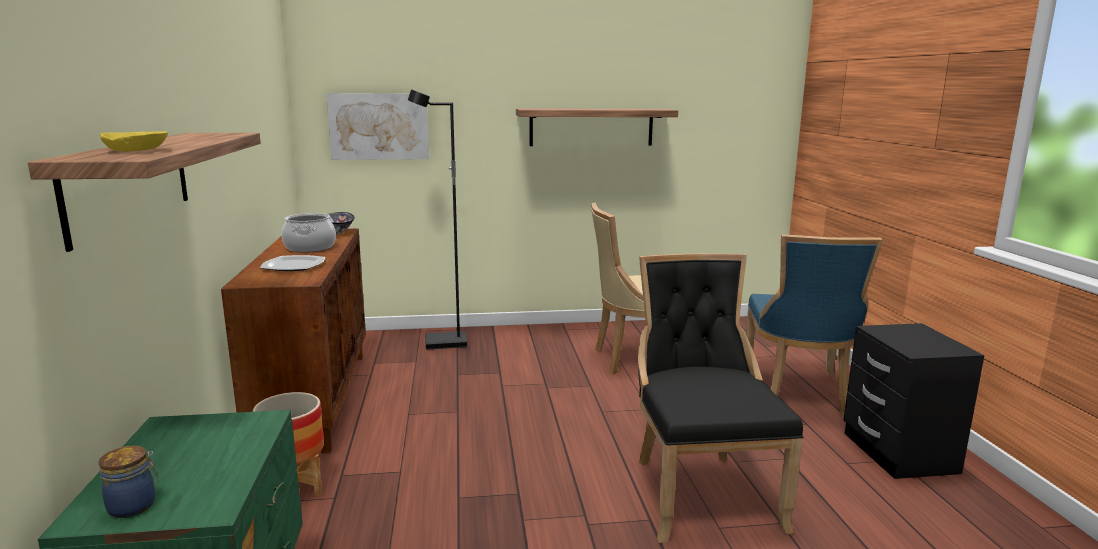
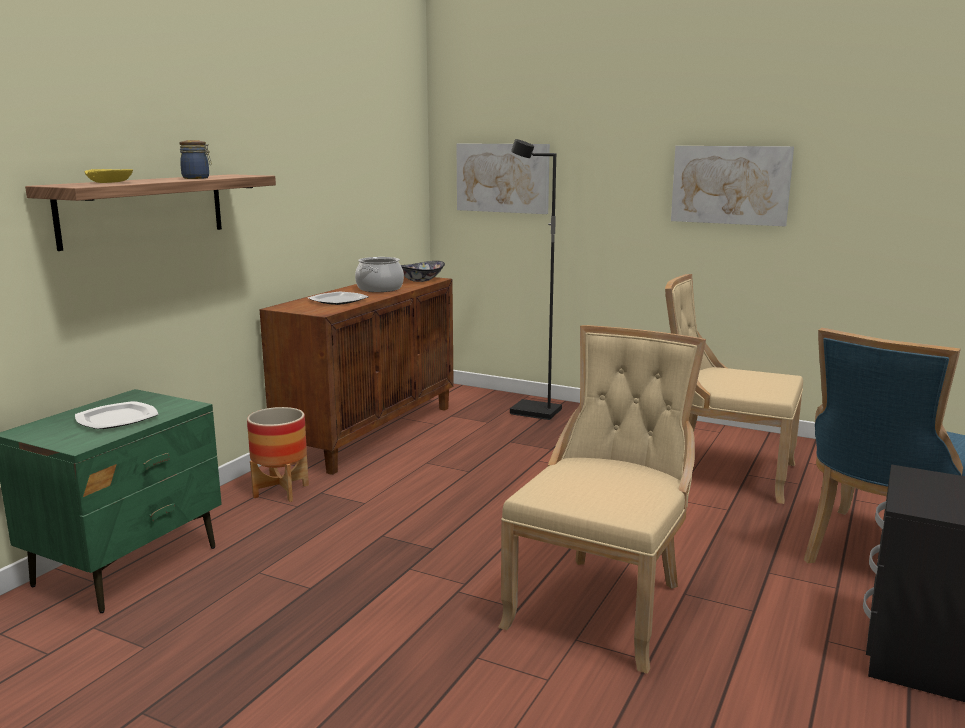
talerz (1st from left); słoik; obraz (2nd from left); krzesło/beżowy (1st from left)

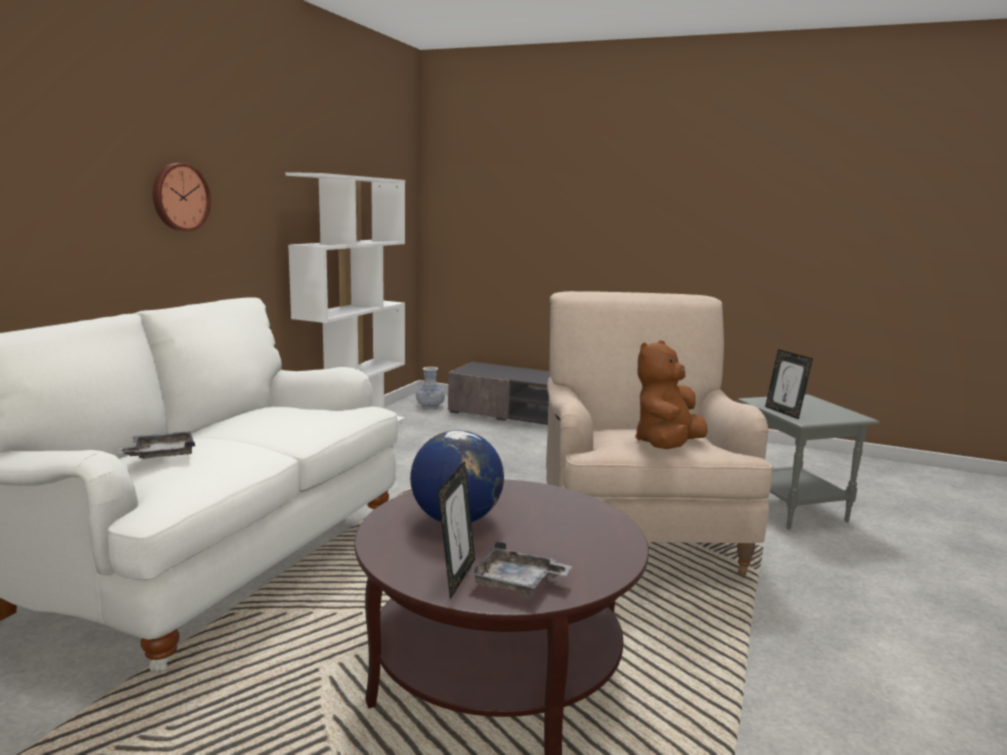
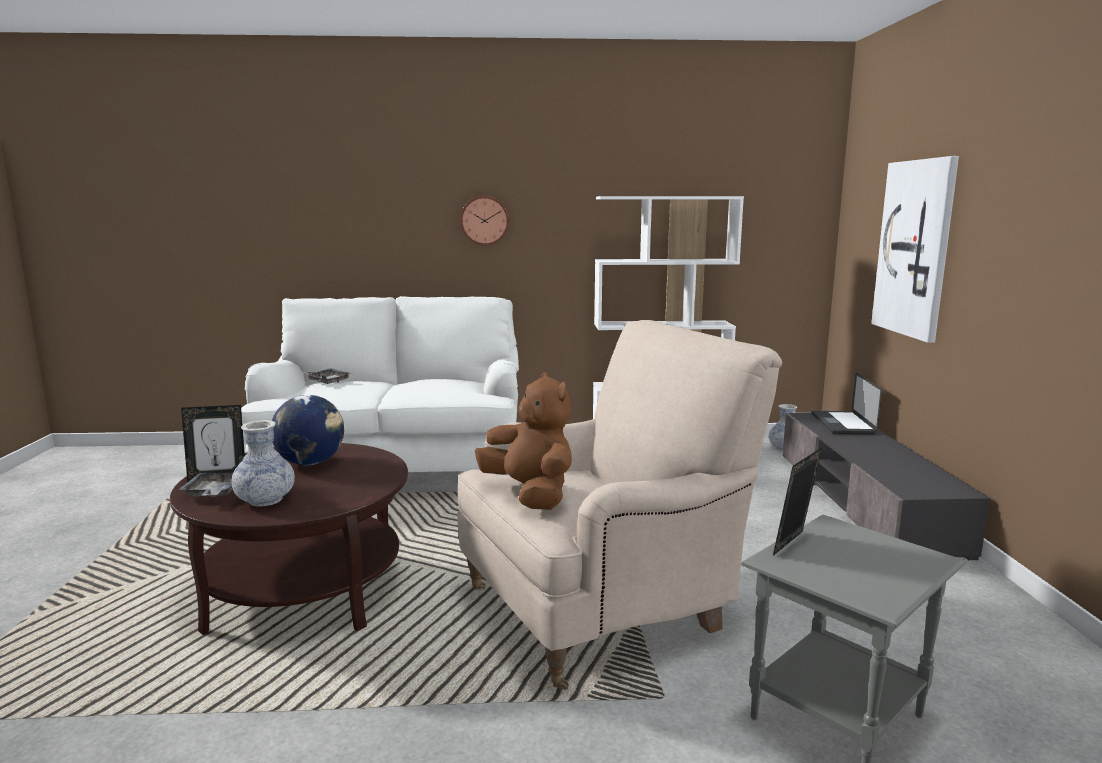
wazon (1st from left); laptop; obraz; pluszak/brązowy

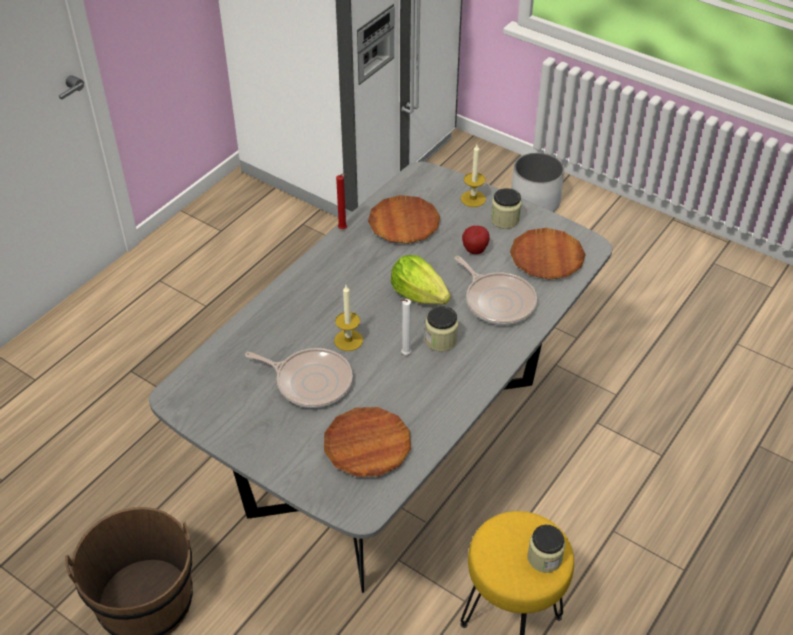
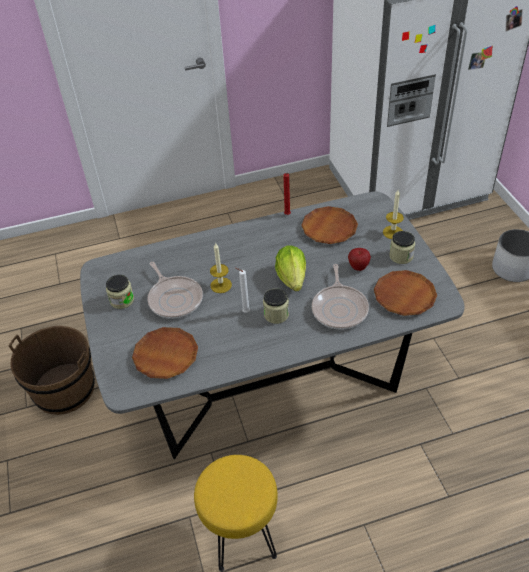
słoik (1st from left)

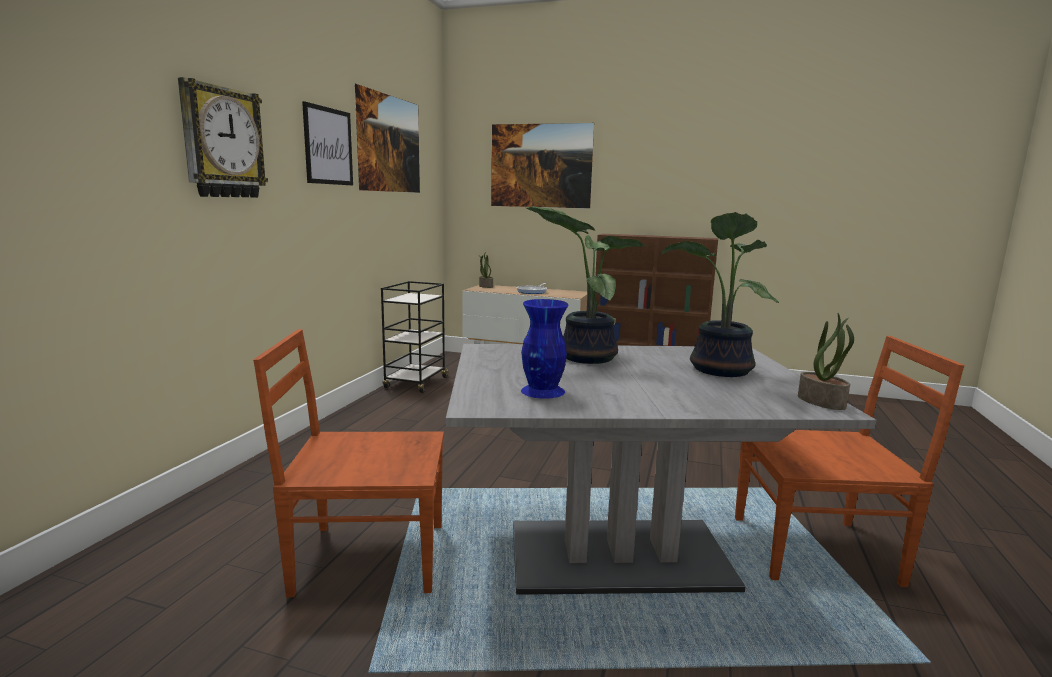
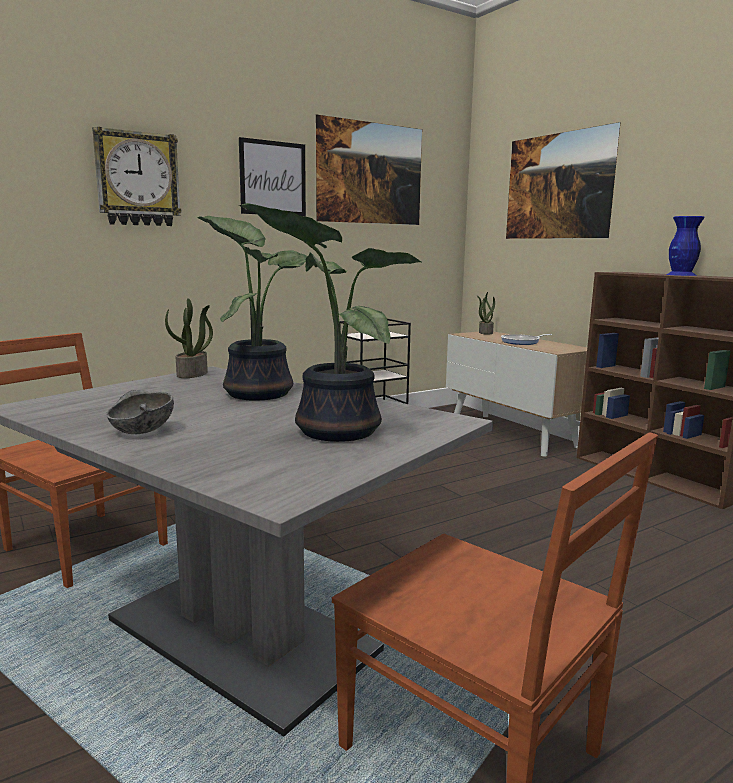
miska/szary; wazon/niebieski; roślina doniczkowa (1st from left)

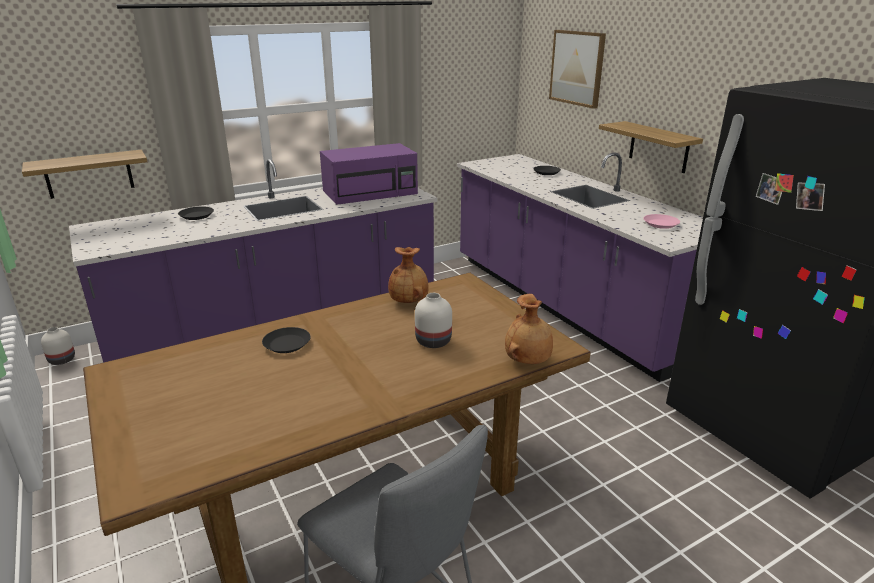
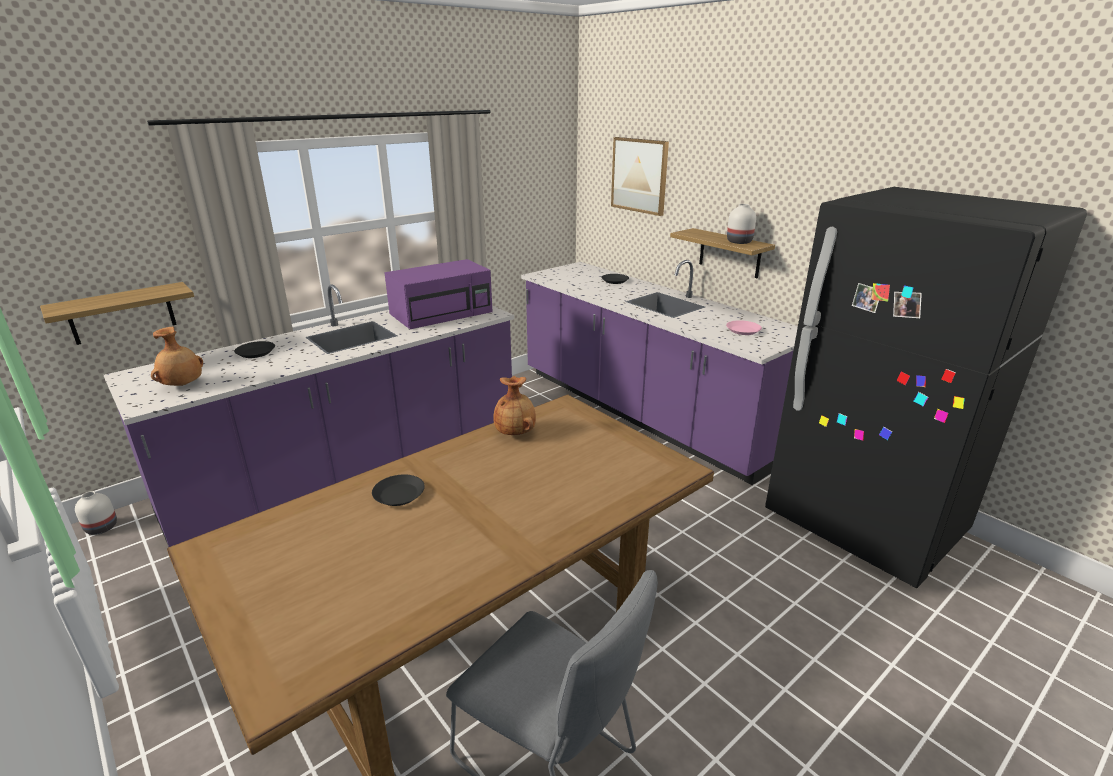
wazon/biały (2nd from left); wazon/brązowy (1st from left)

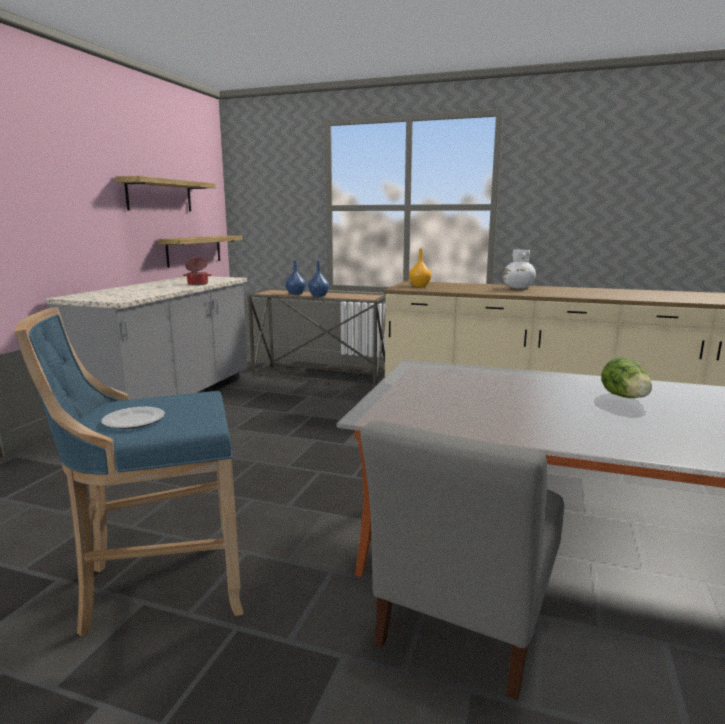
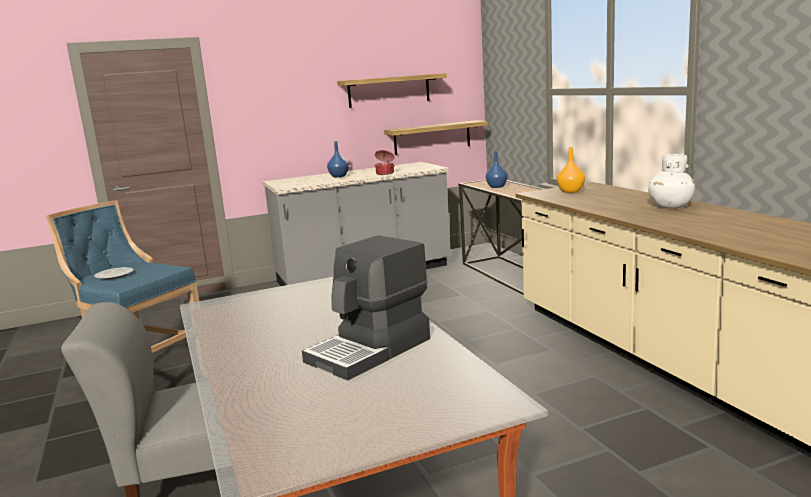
wazon/niebieski (1st from left); ekspres do kawy

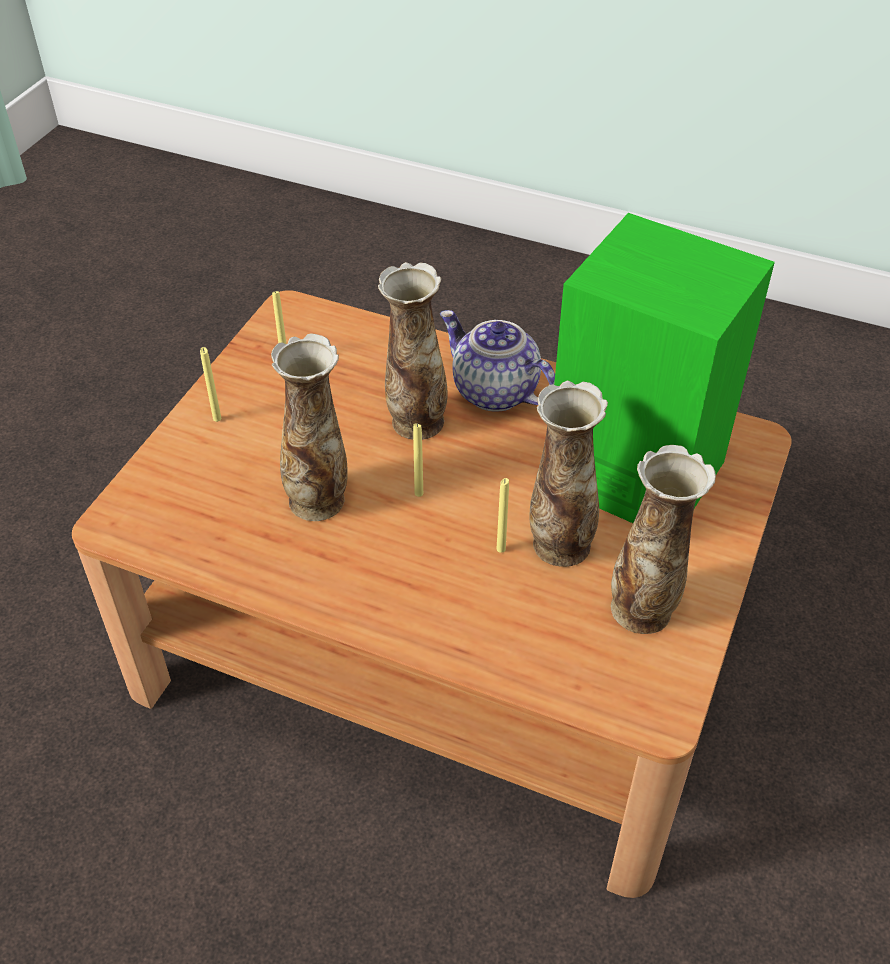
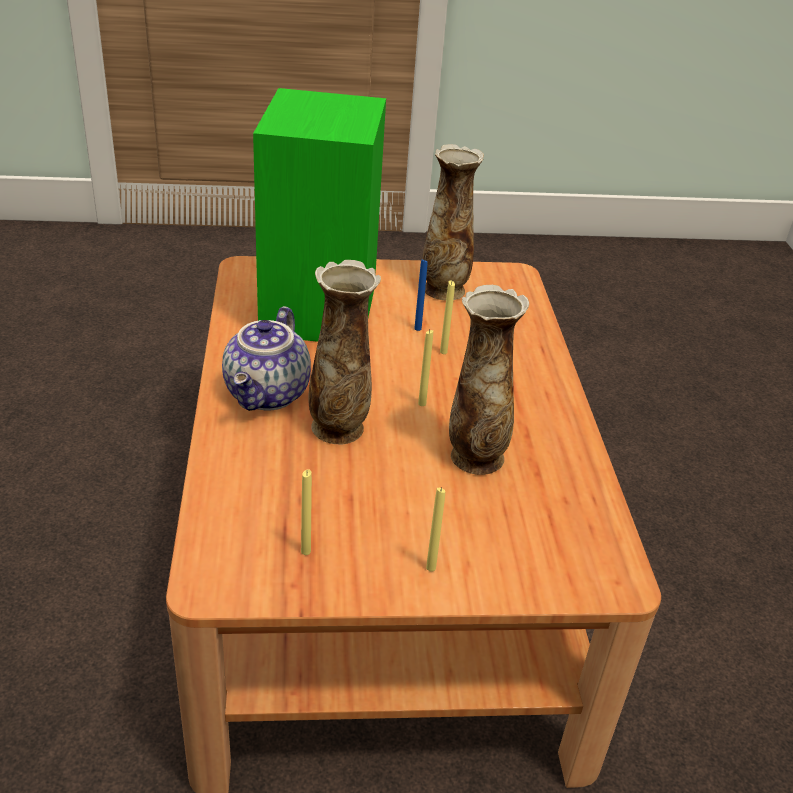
świeca/niebieski

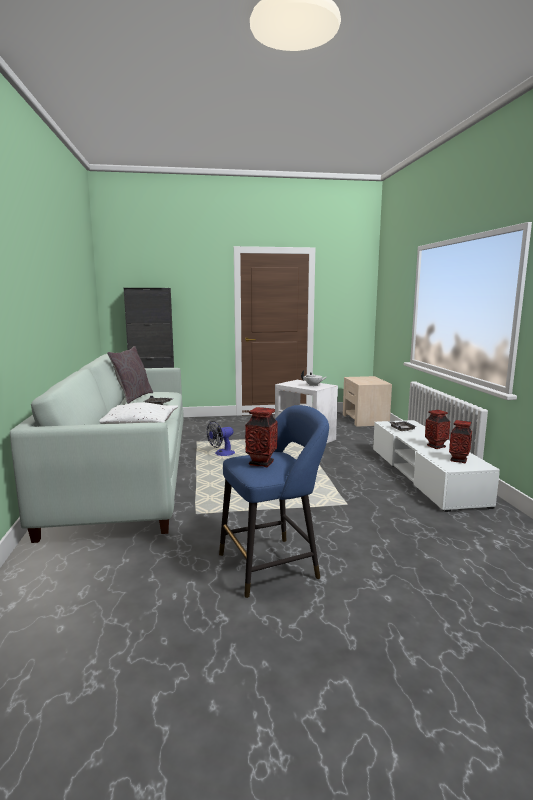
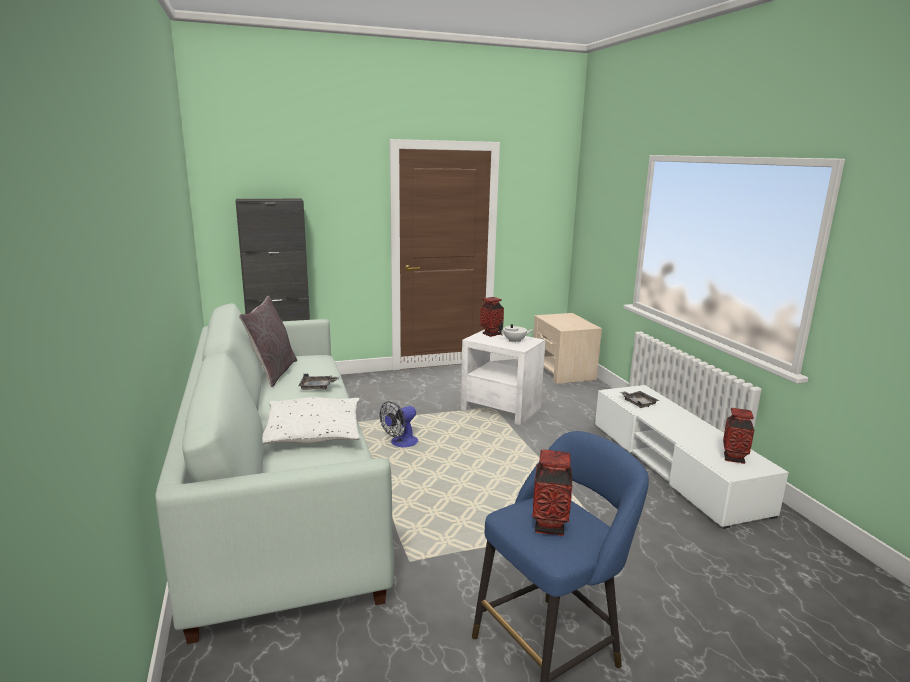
wazon (1st from left)

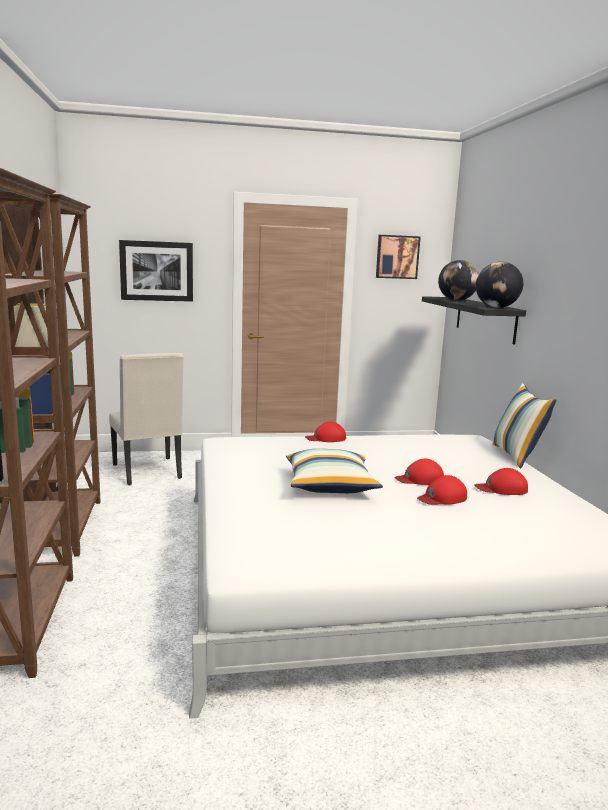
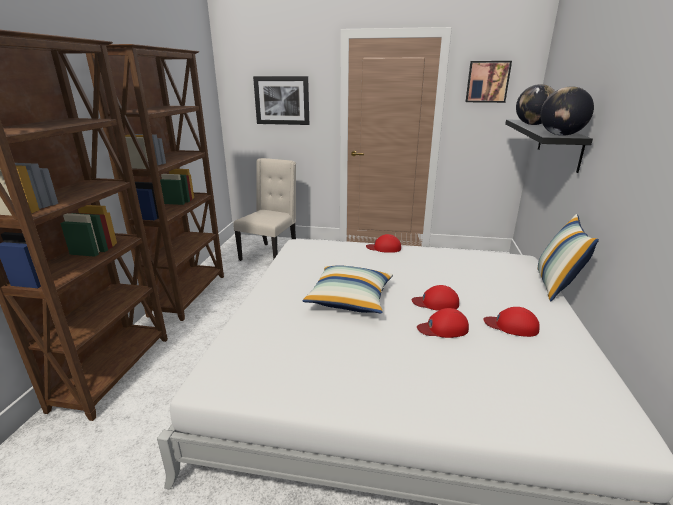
krzesło/beżowy

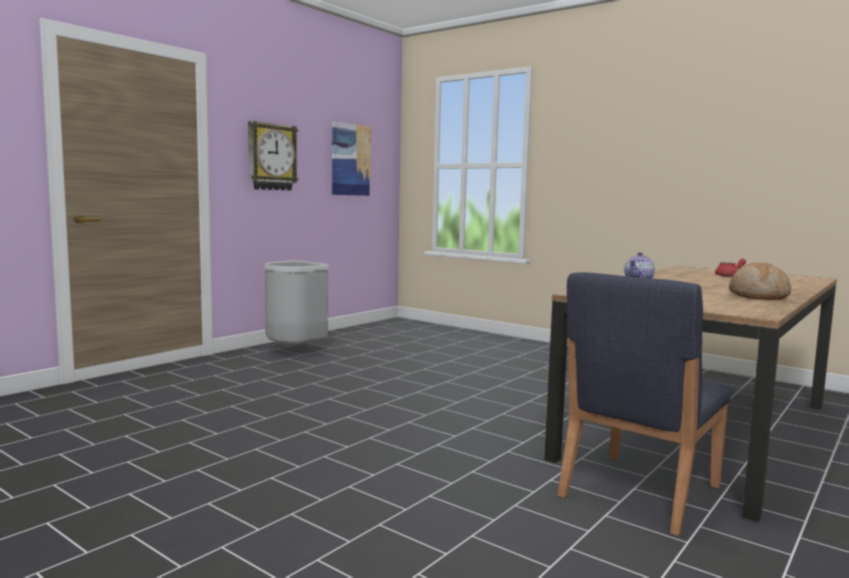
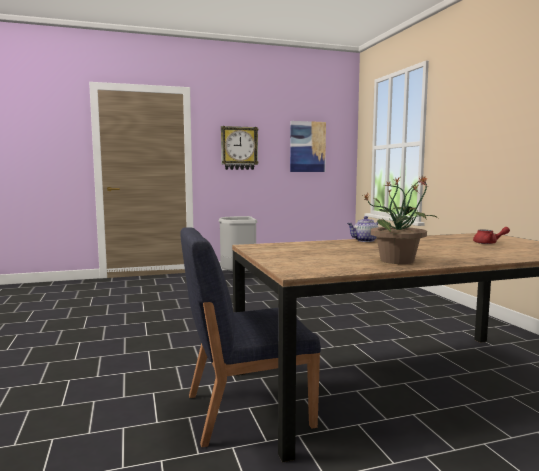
roślina doniczkowa

